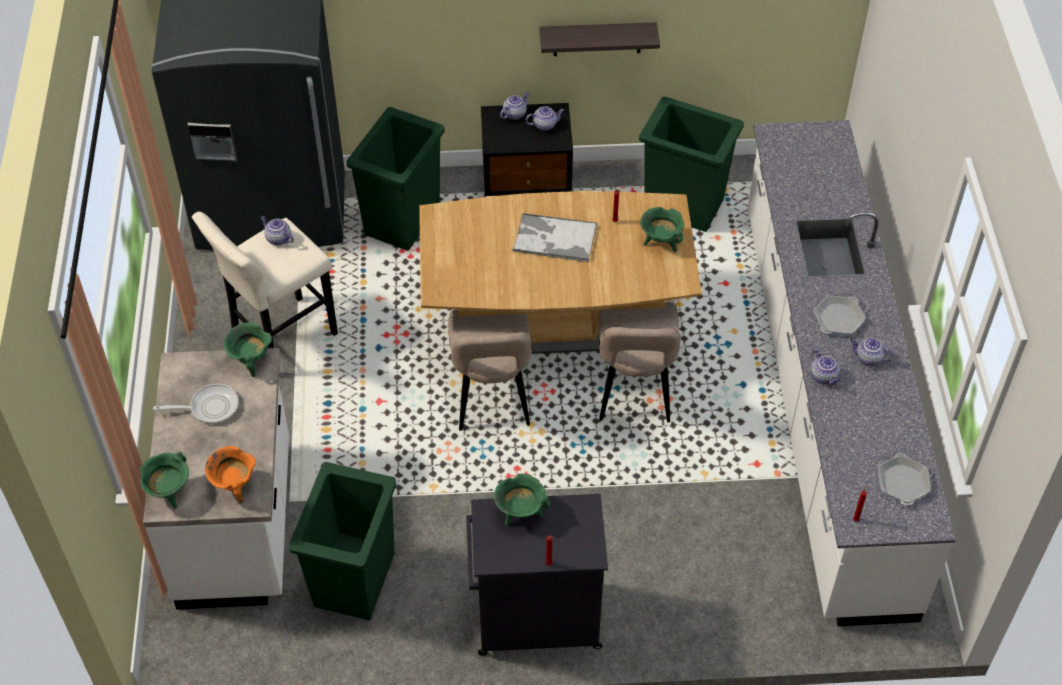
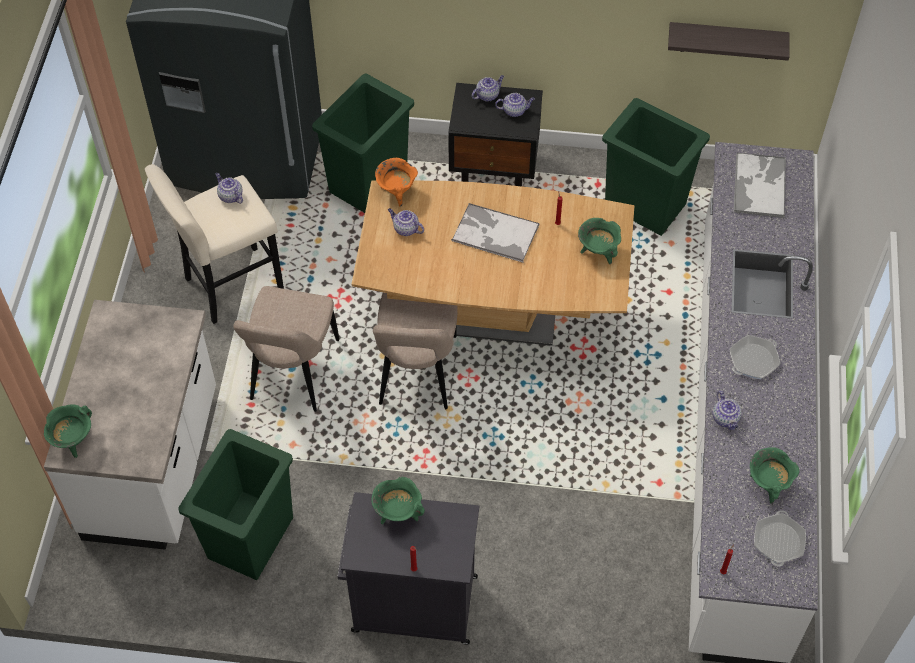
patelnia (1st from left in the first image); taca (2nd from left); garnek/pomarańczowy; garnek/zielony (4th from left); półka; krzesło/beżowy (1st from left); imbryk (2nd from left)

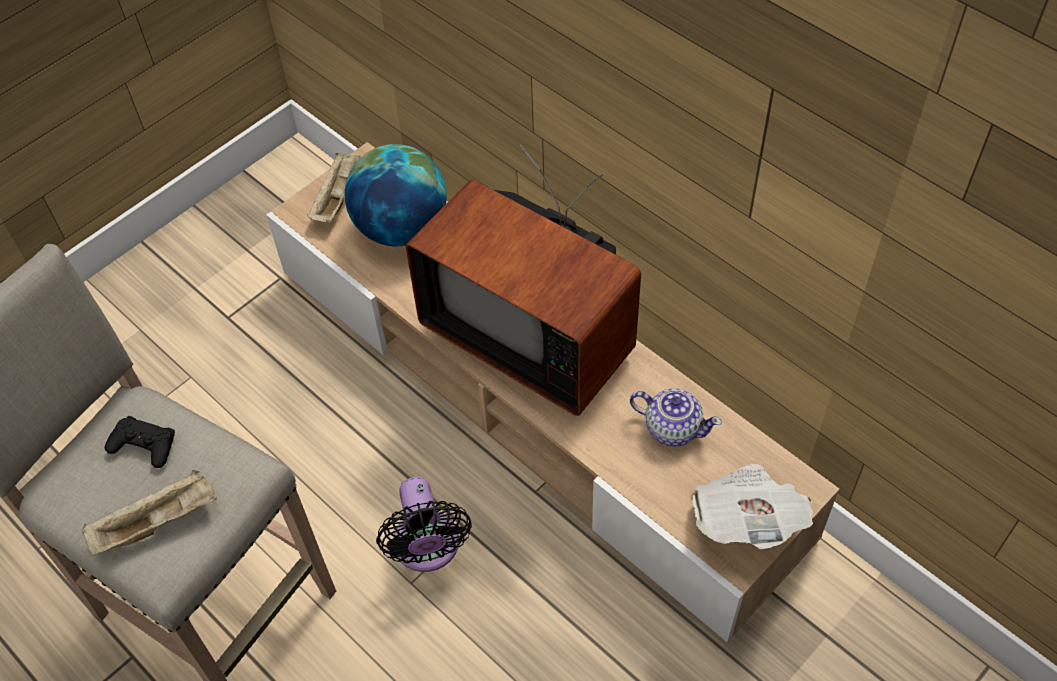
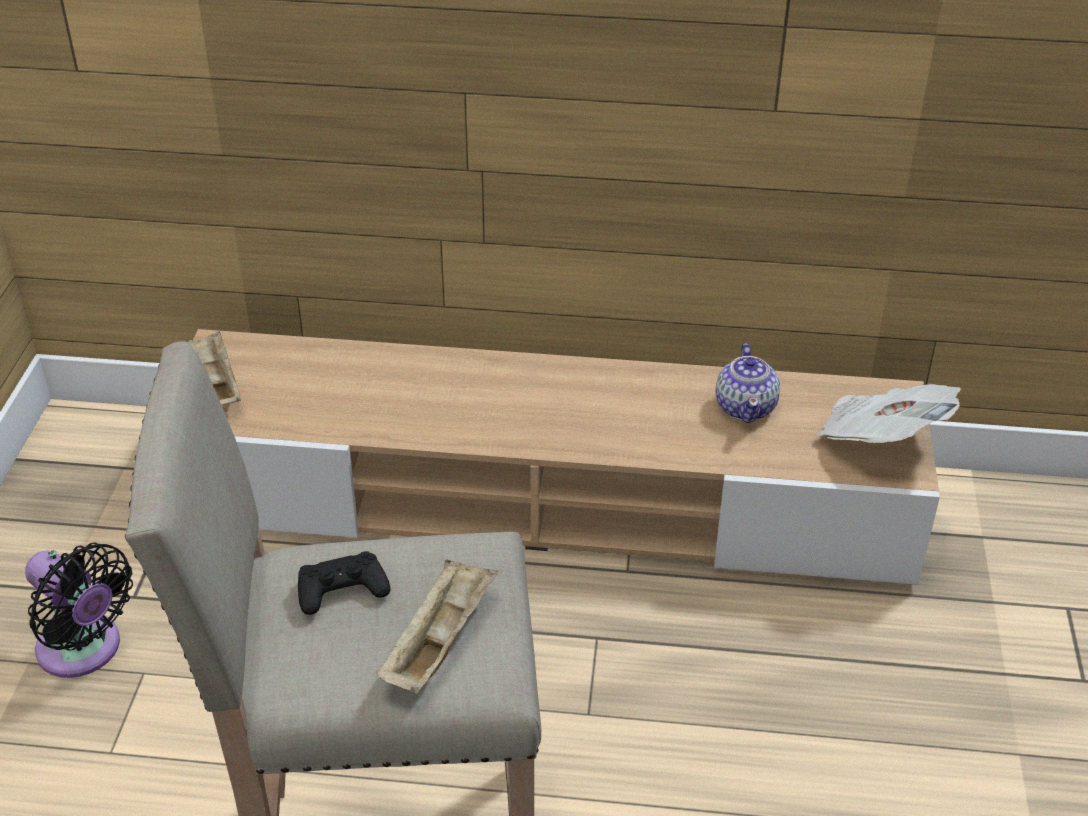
globus; telewizor; wentylator/czarny; imbryk

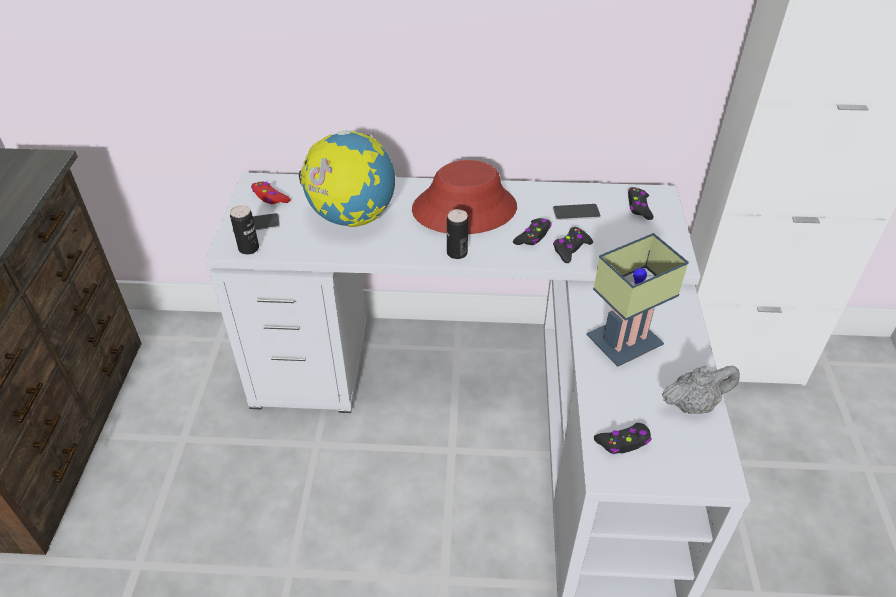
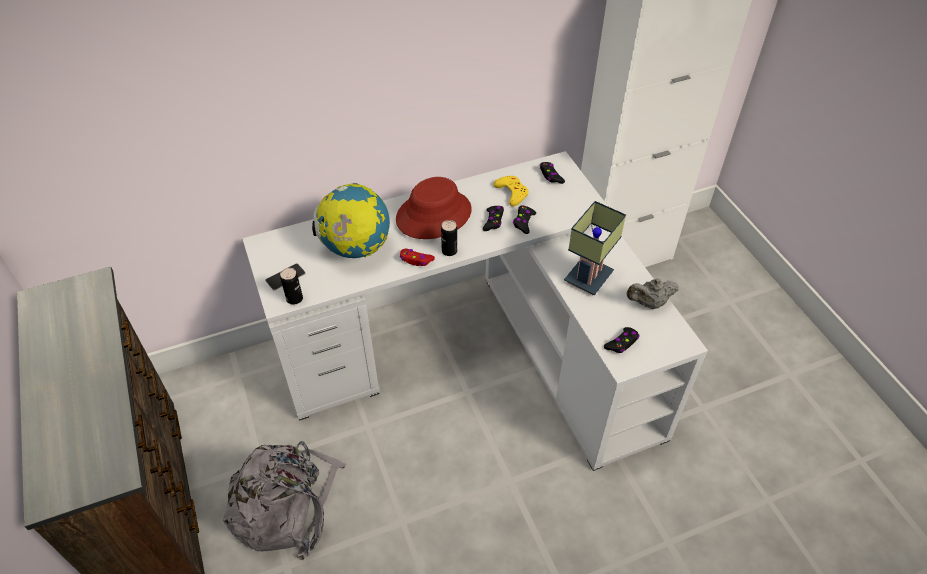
plecak/szary; pad do gier/czerwony; pad do gier/żółty; imbryk/szary

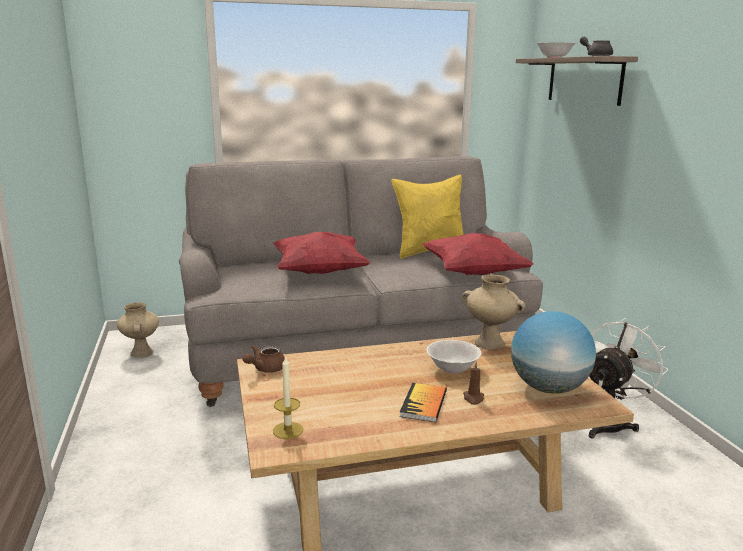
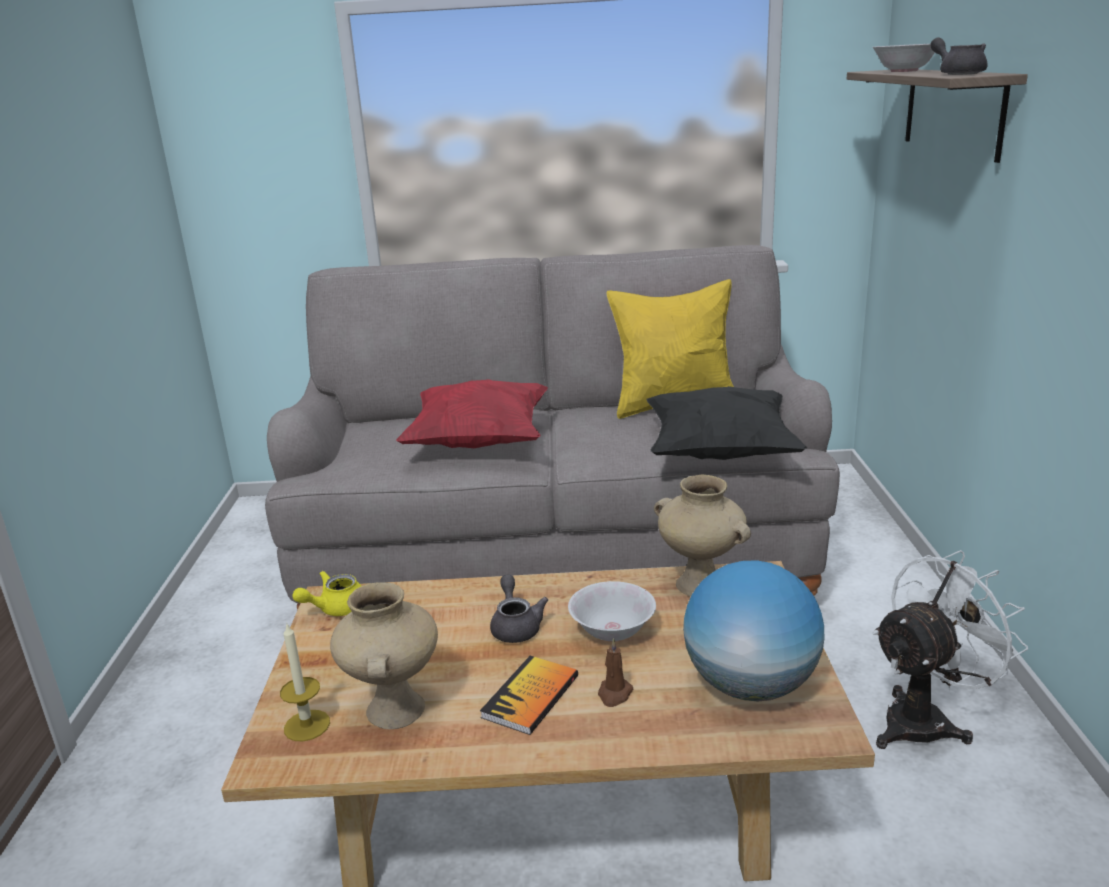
imbryk/szary (1st from left); wazon/beżowy (1st from left); imbryk/żółty; poduszka/czarny

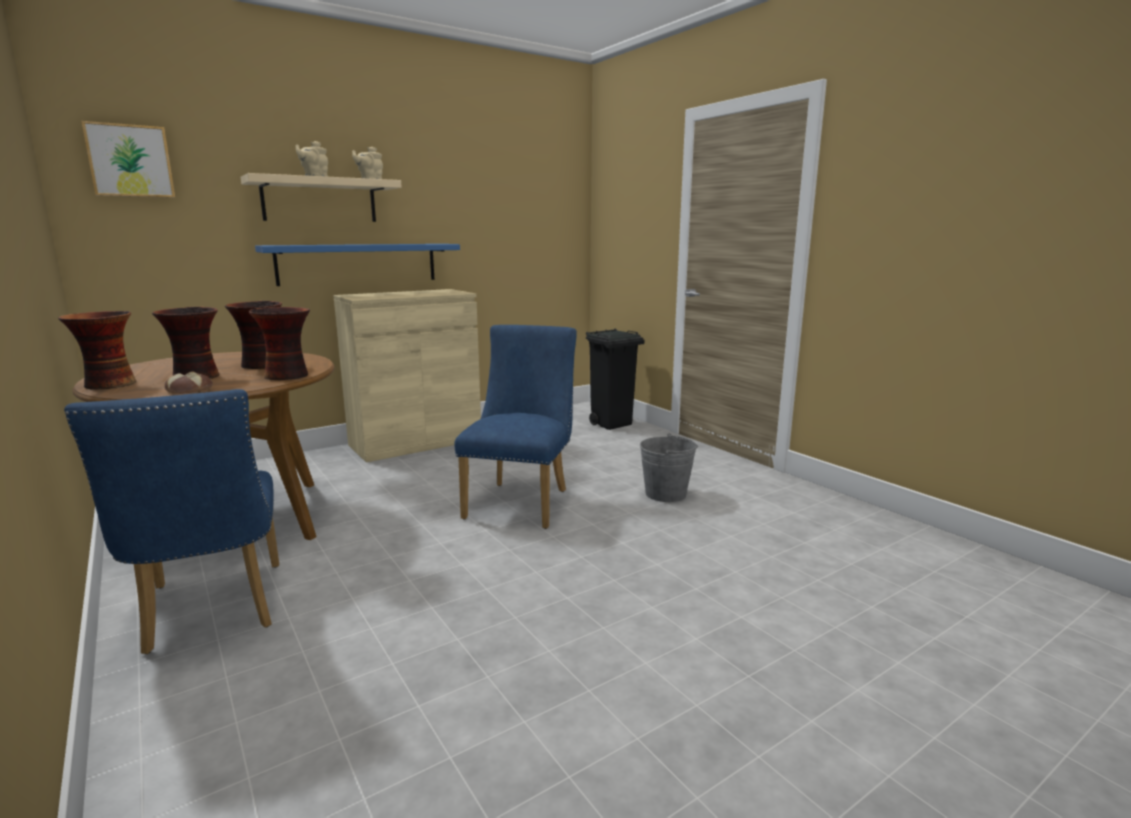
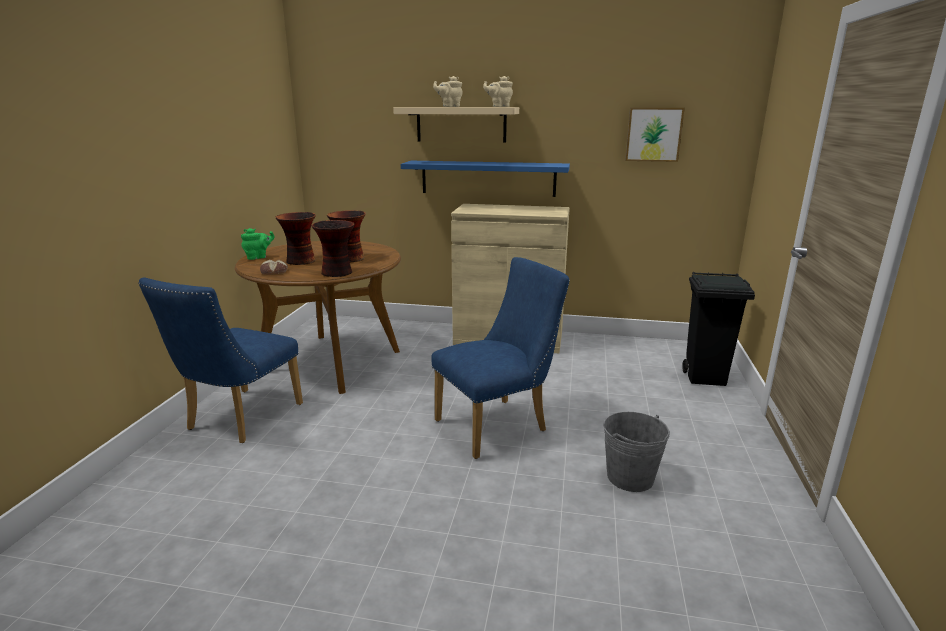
obraz; imbryk/zielony

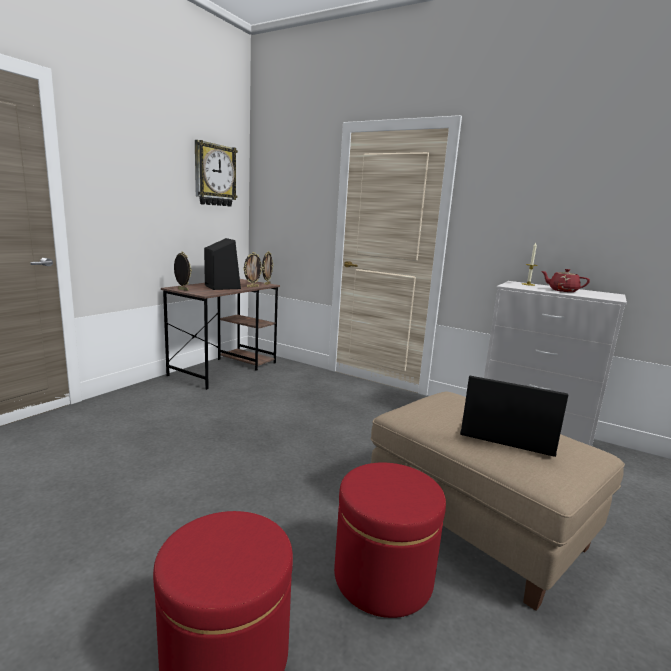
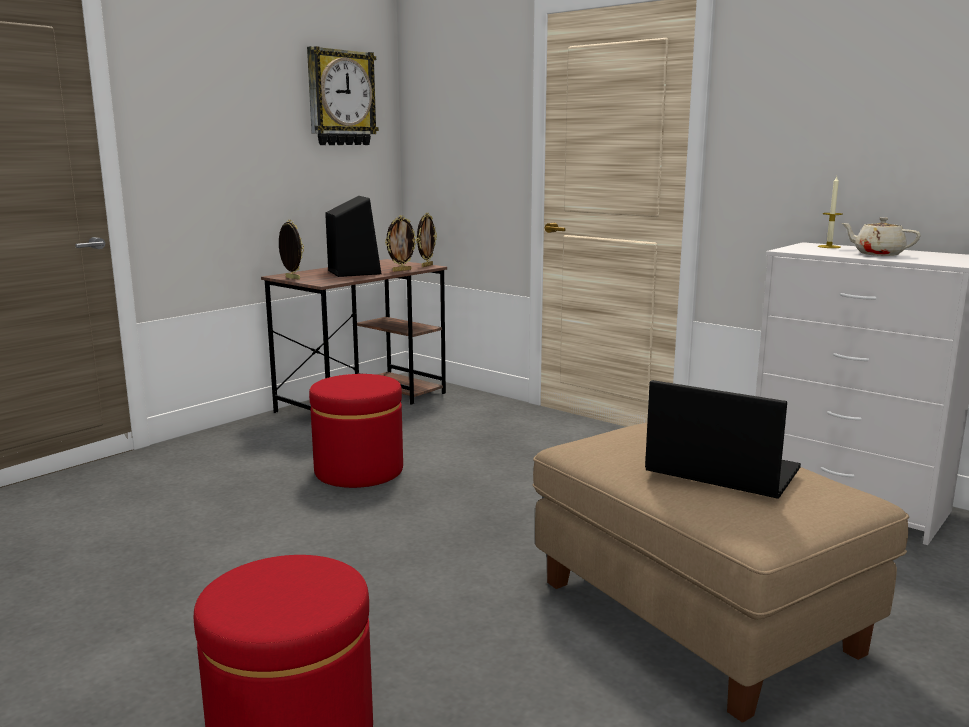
pufa/czerwony (2nd from left); imbryk/beżowy

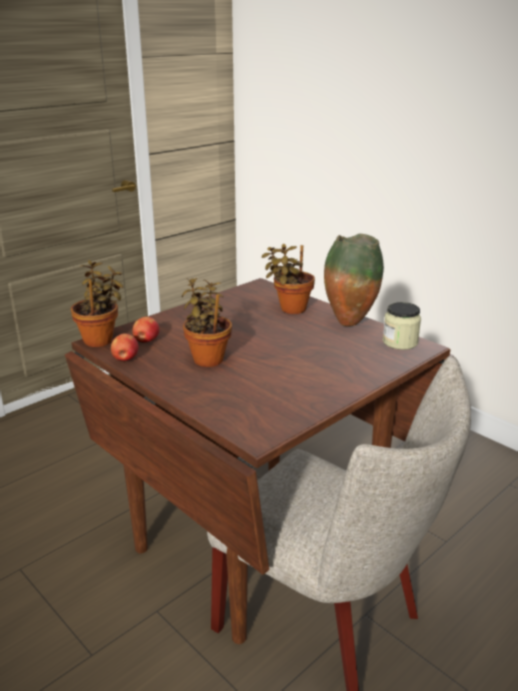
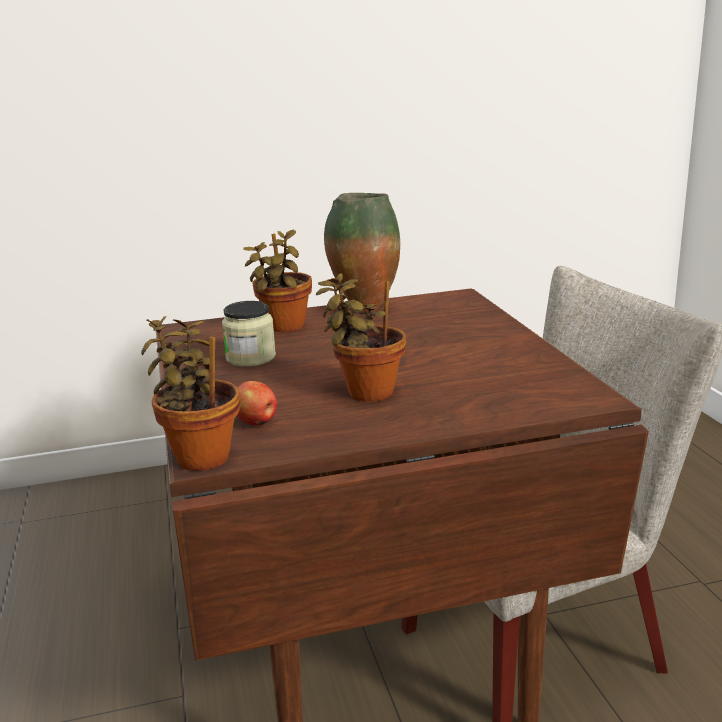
jabłko (1st from left in the first image); słoik

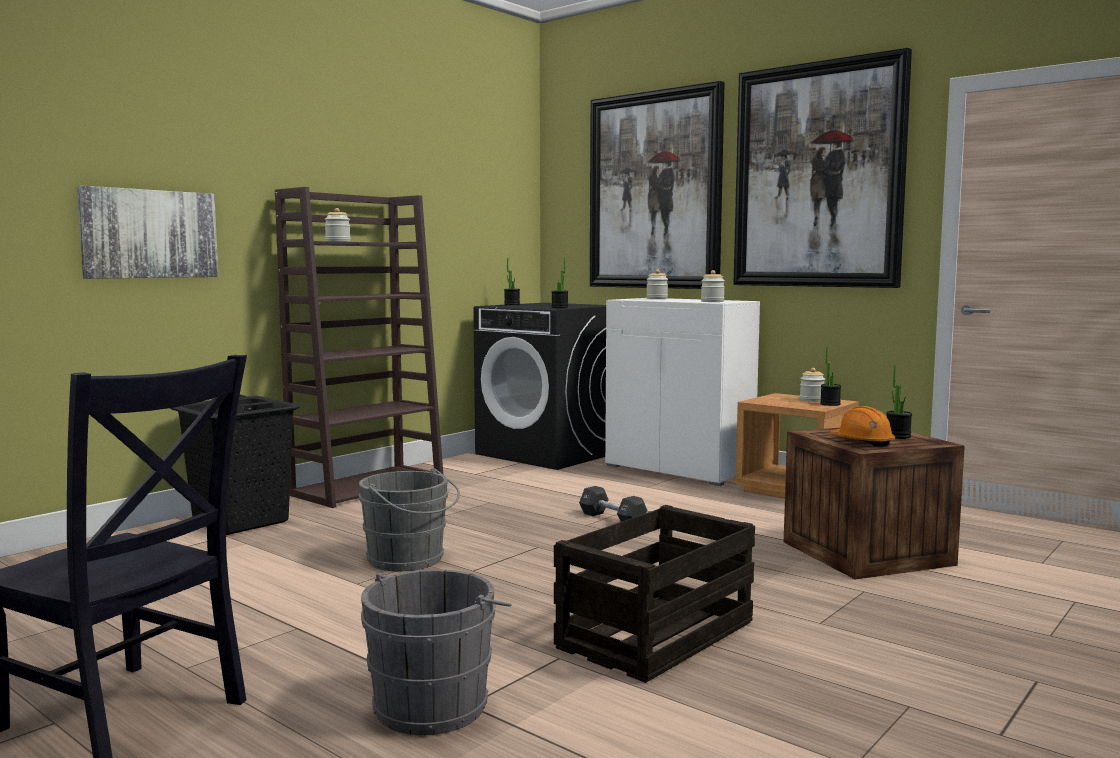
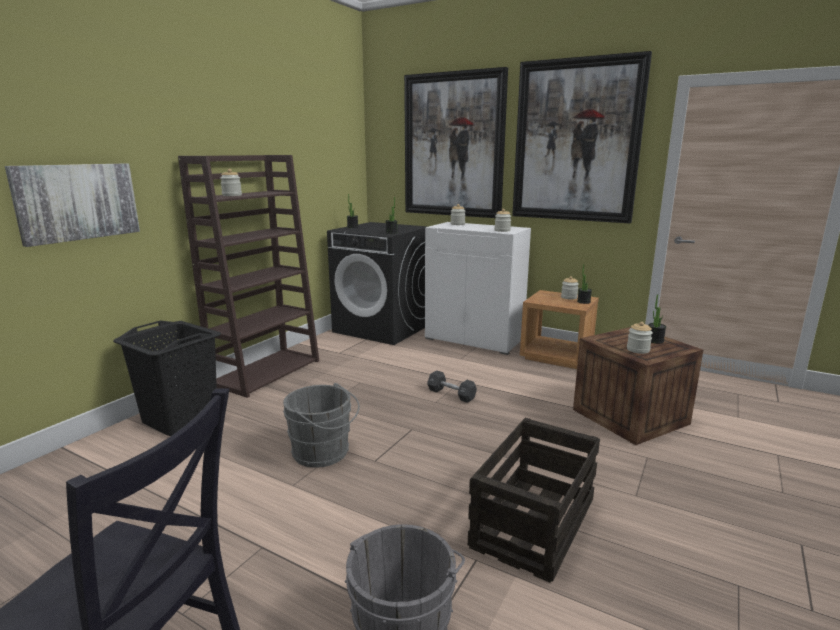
słoik (5th from left)

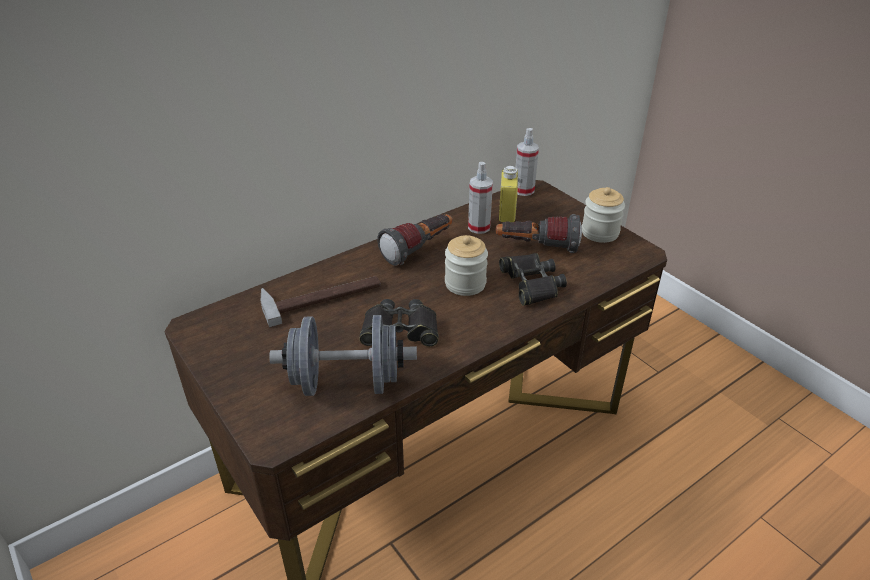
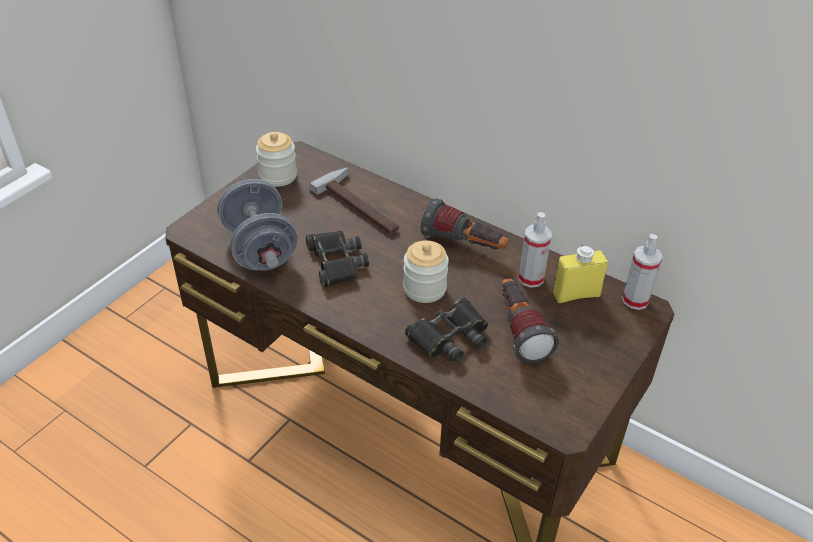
słoik (1st from left)

